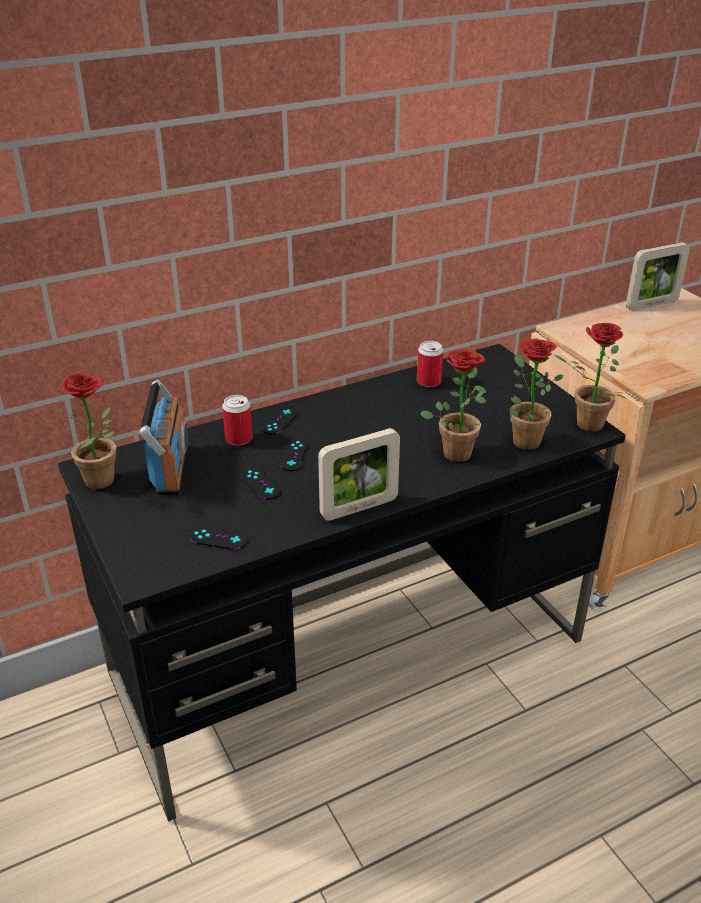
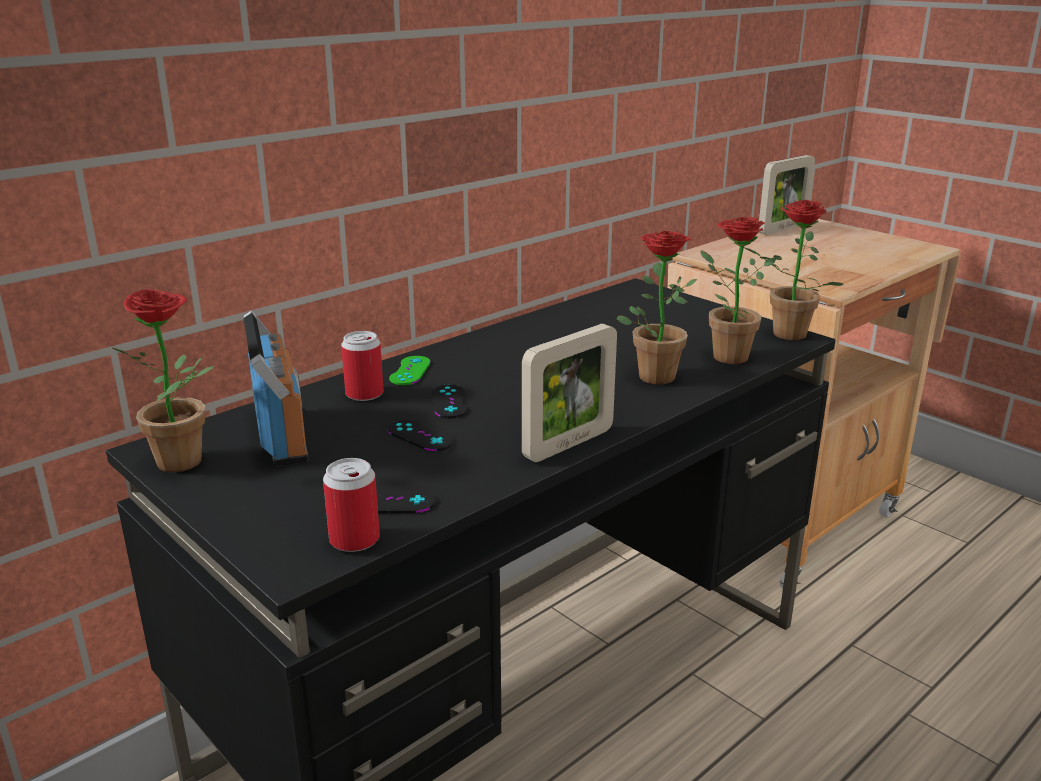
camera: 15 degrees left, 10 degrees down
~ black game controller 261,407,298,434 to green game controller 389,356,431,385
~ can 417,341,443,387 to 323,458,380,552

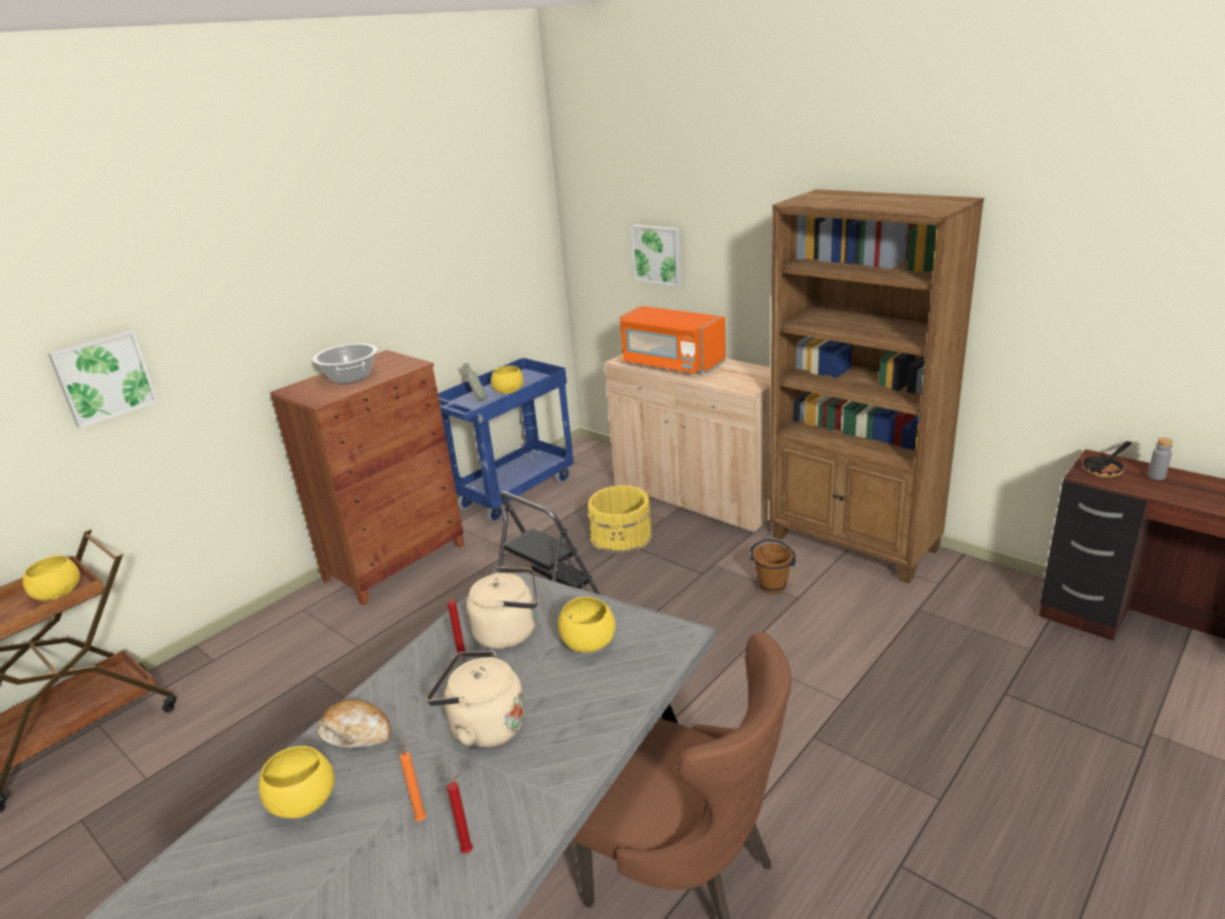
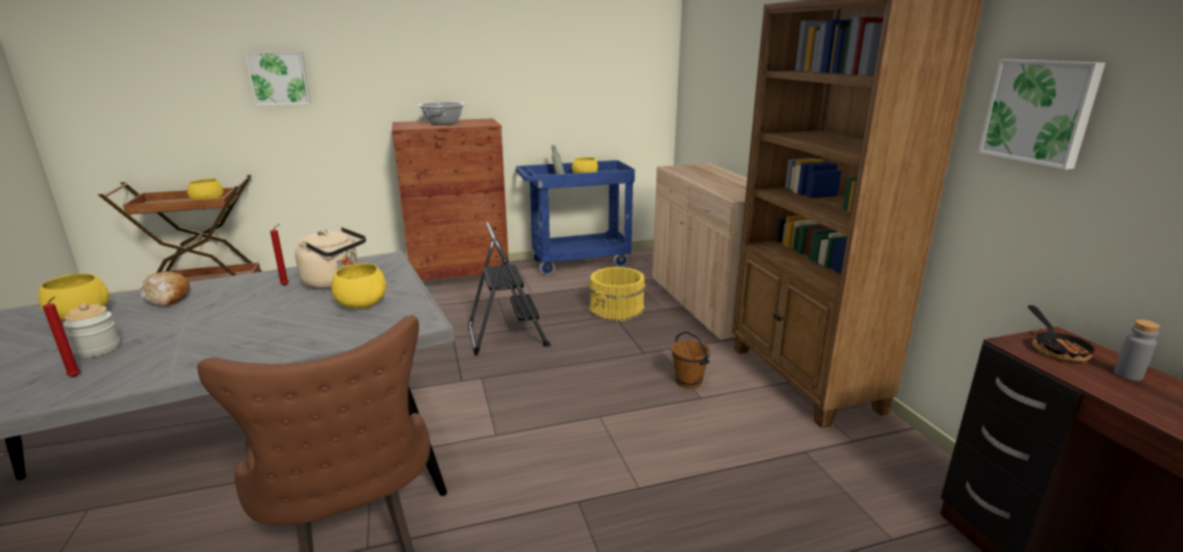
camera: 30 degrees right, 5 degrees down
~ orange candle 400,741,426,821 to jar 63,303,120,358
- beige kettle 427,651,525,749
- orange microwave 620,306,726,374
~ picture 631,224,682,287 to 978,60,1105,170
~ frying pan 1082,441,1131,478 = 1028,305,1100,362 75 degrees counterclockwise

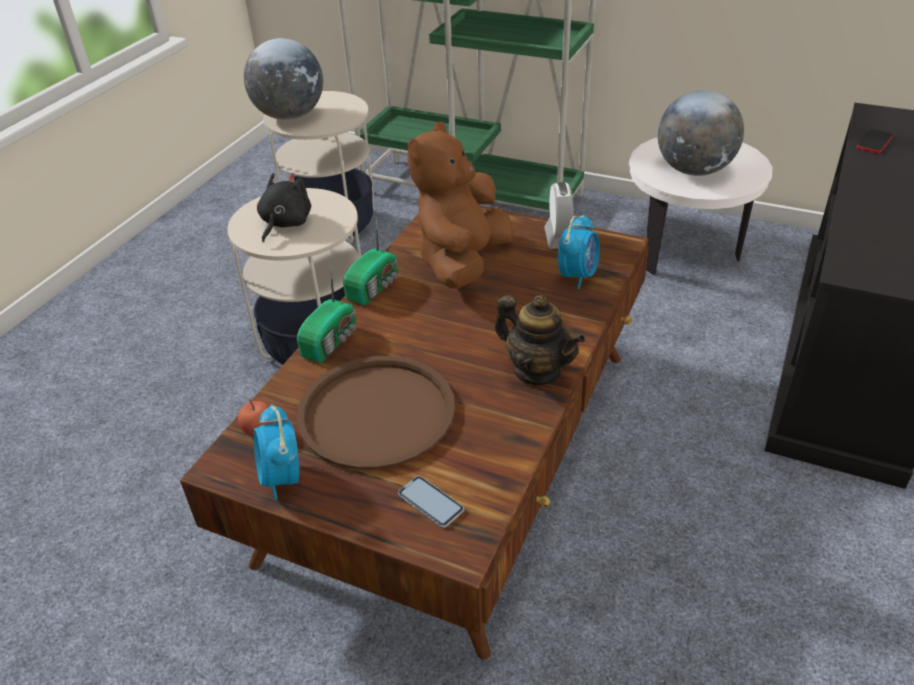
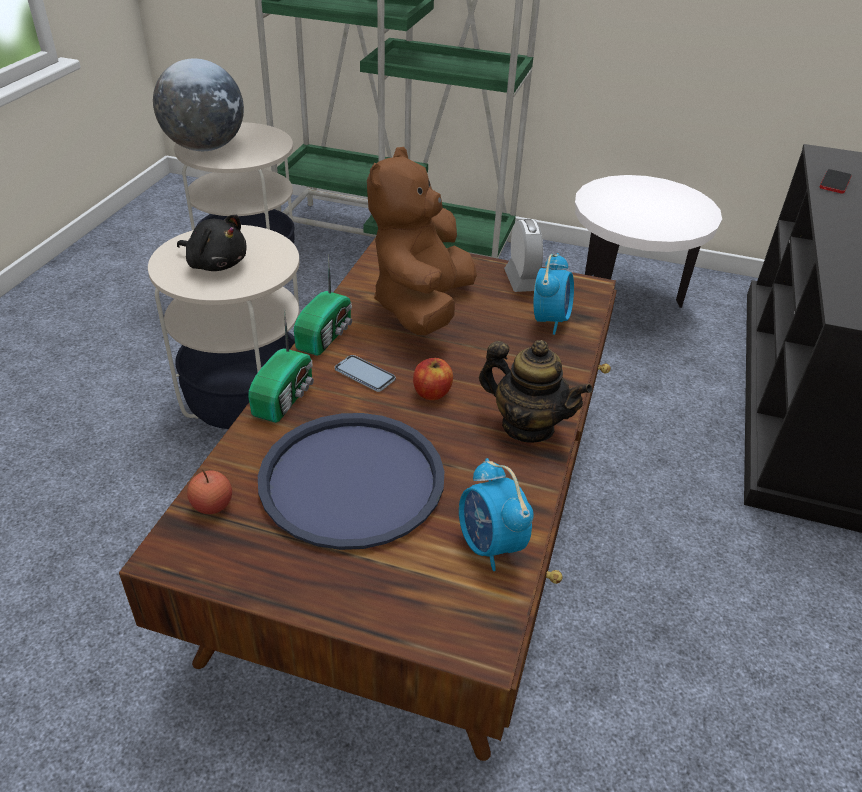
camera: 10 degrees left, 0 degrees up
~ alarm clock 254,404,299,500 to 459,458,534,571
~ black plush toy 257,172,311,243 = 177,215,247,271 105 degrees clockwise
~ brown tray 296,356,455,470 to blue tray 258,413,445,550
~ phone 398,476,464,528 to 335,355,396,392
- globe 658,90,744,176
+ apple 413,358,453,400

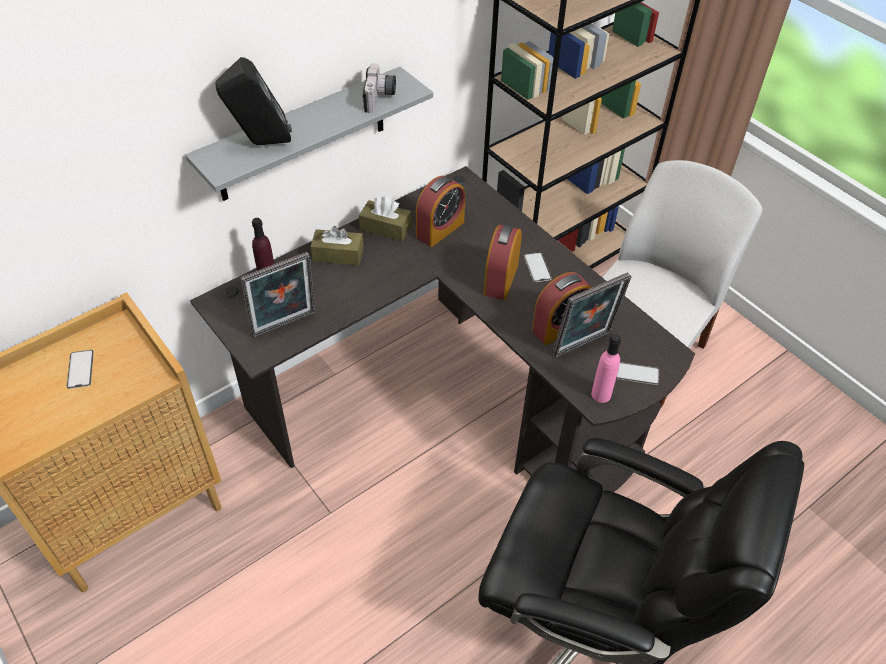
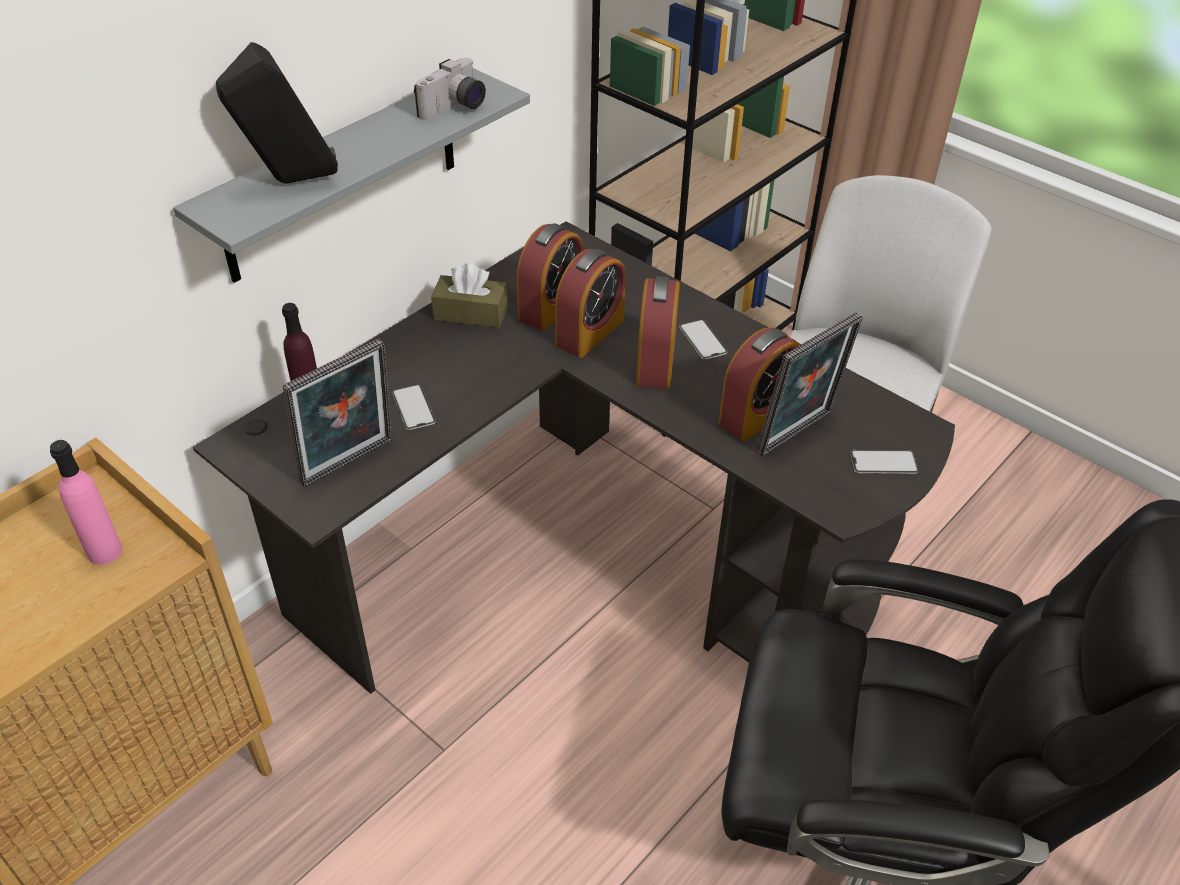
camera: 10 degrees left, 5 degrees down
~ phone 66,350,94,389 to 392,384,436,430
- brown tissue box 311,226,364,265
~ photo camera 363,63,396,113 = 414,58,486,120 45 degrees clockwise
~ pink bottle 591,334,621,403 to 50,440,122,565
+ alarm clock 555,249,626,358

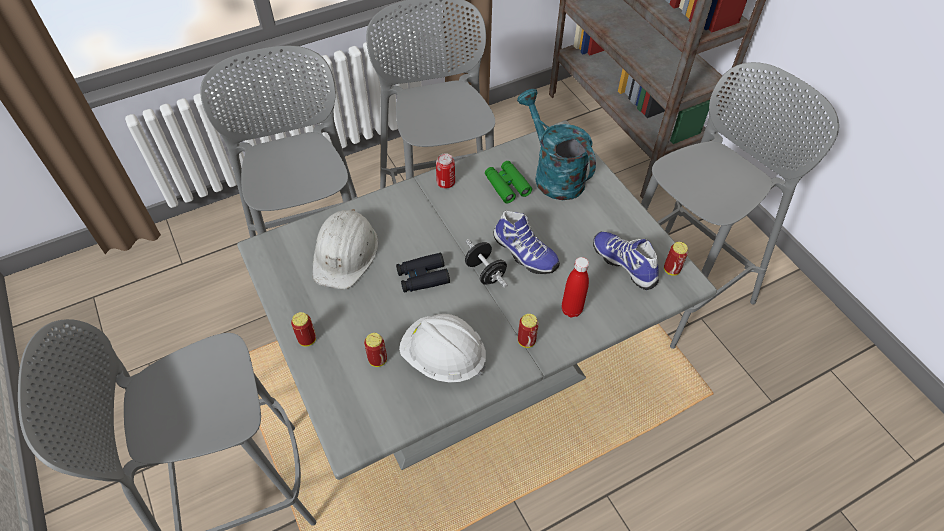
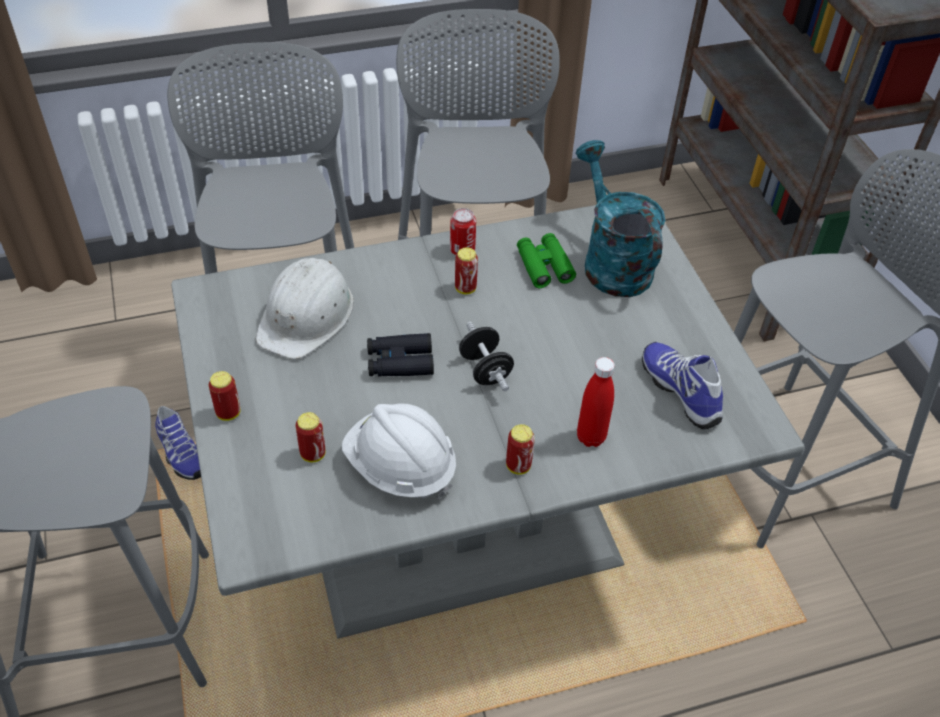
camera: 10 degrees right, 5 degrees down
~ shoe 493,211,560,274 to 155,406,201,480
~ can 664,242,688,276 to 455,247,478,294

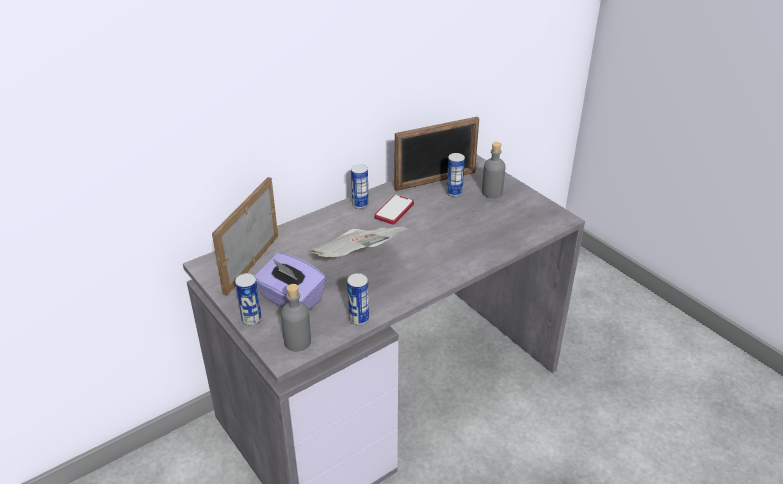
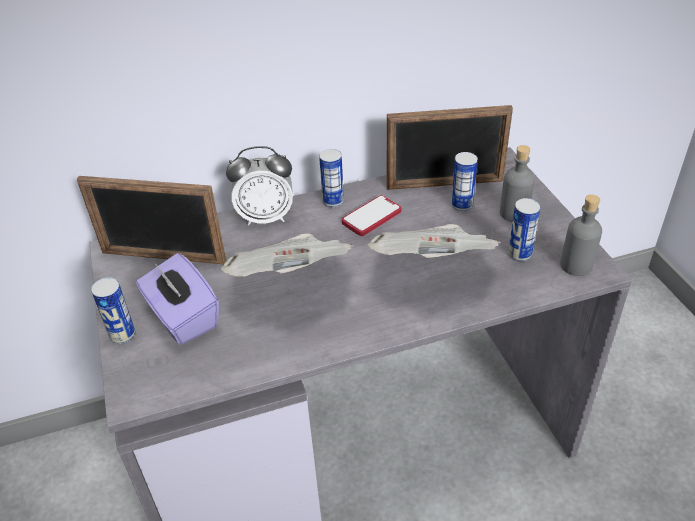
camera: 20 degrees right, 5 degrees up
~ picture frame 212,177,278,296 = 77,176,226,264 120 degrees counterclockwise
~ grey bottle 281,284,311,352 to 560,195,602,276
~ can 347,273,369,326 to 508,198,541,261
+ alarm clock 226,146,293,226
+ newspaper 367,224,502,258

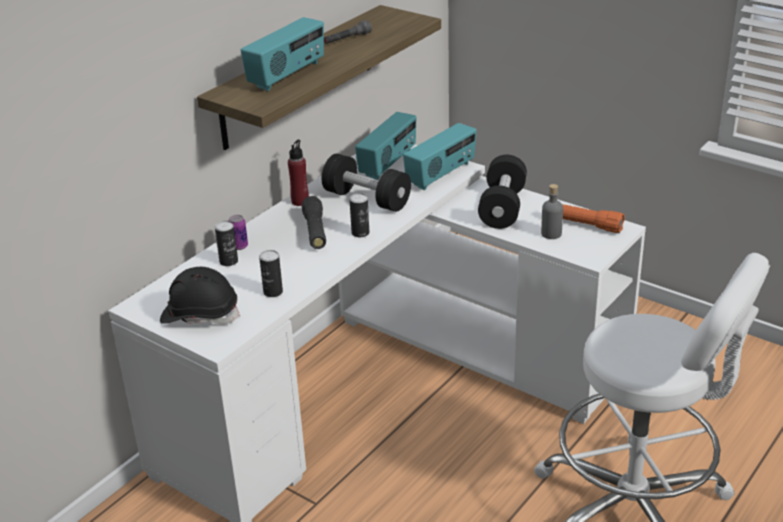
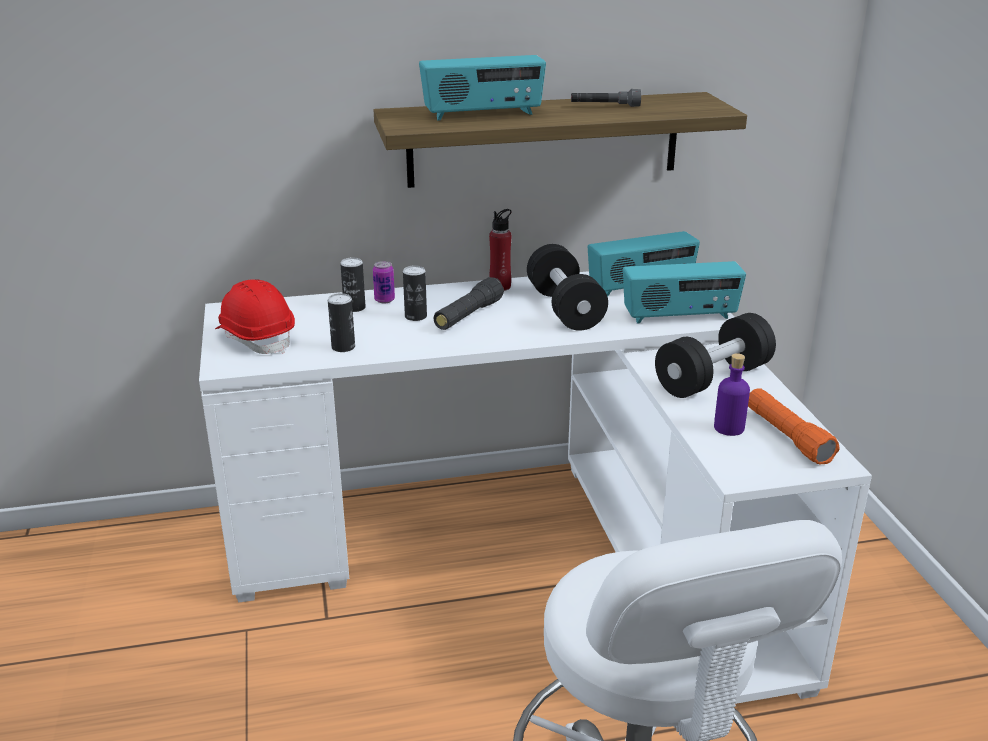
camera: 40 degrees right, 5 degrees down
~ black hard hat 160,267,240,324 to red hard hat 215,279,295,354
~ can 349,193,369,237 to 403,265,427,321
~ grey bottle 541,184,563,239 to purple bottle 714,353,750,436

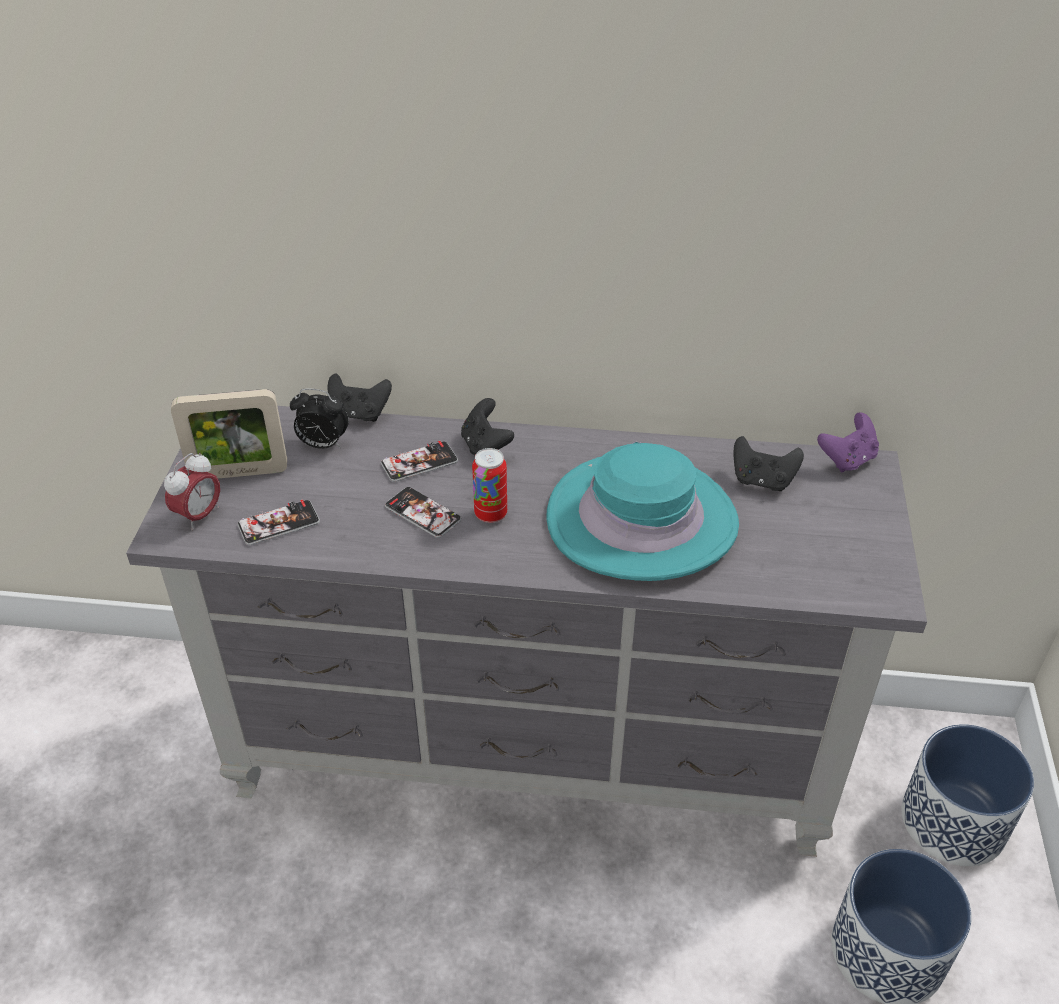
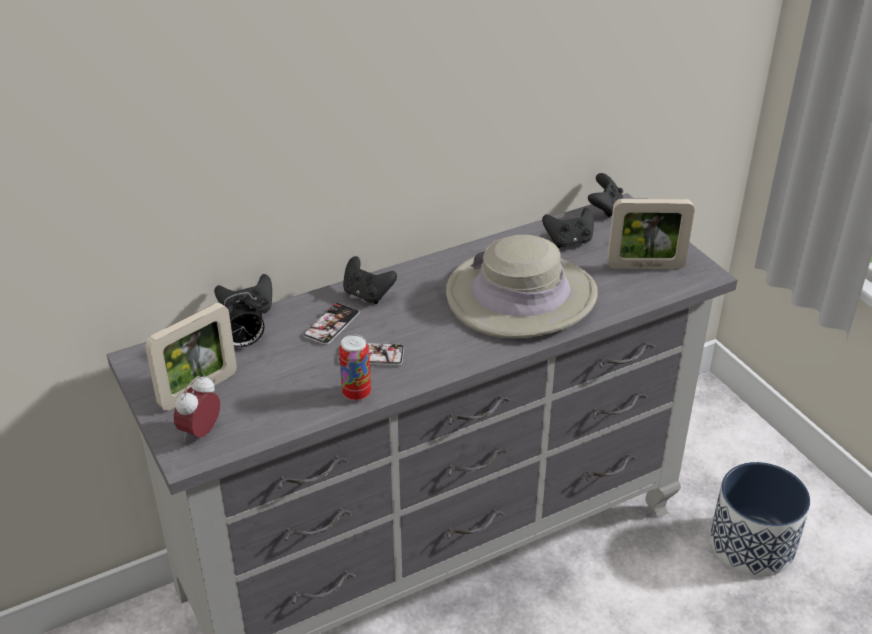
camera: 35 degrees left, 5 degrees down
~ alarm clock 164,452,220,530 = 174,375,220,441 150 degrees counterclockwise
- phone 237,499,320,545
~ can 472,448,507,523 to 339,335,371,401
~ turquoise hat 546,441,739,581 to beige hat 446,235,598,339
~ purple game controller 817,412,879,472 to black game controller 588,173,623,218
- planter 901,724,1034,866
+ picture frame 607,199,695,269

